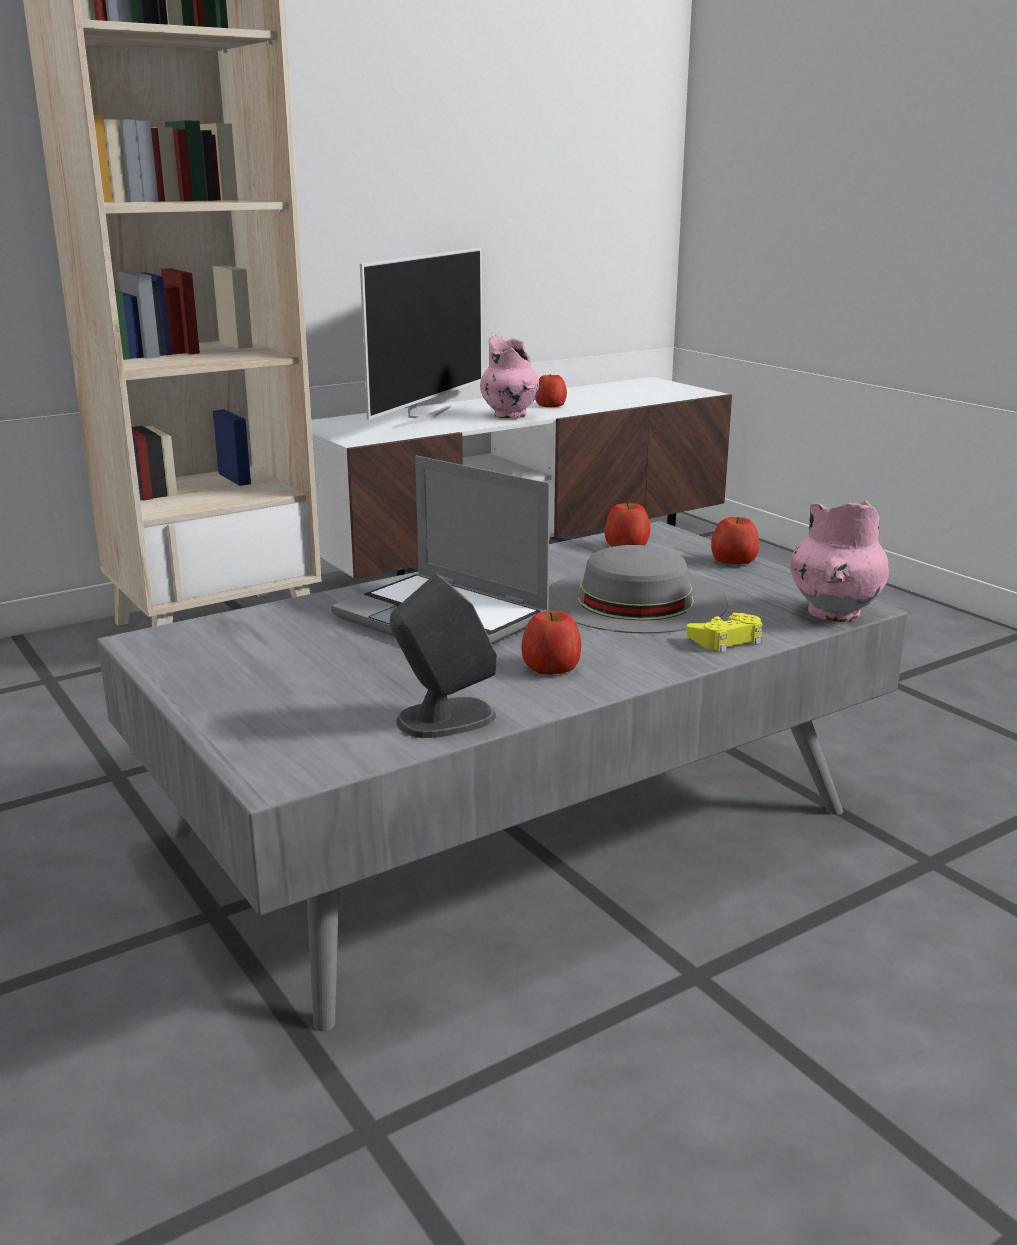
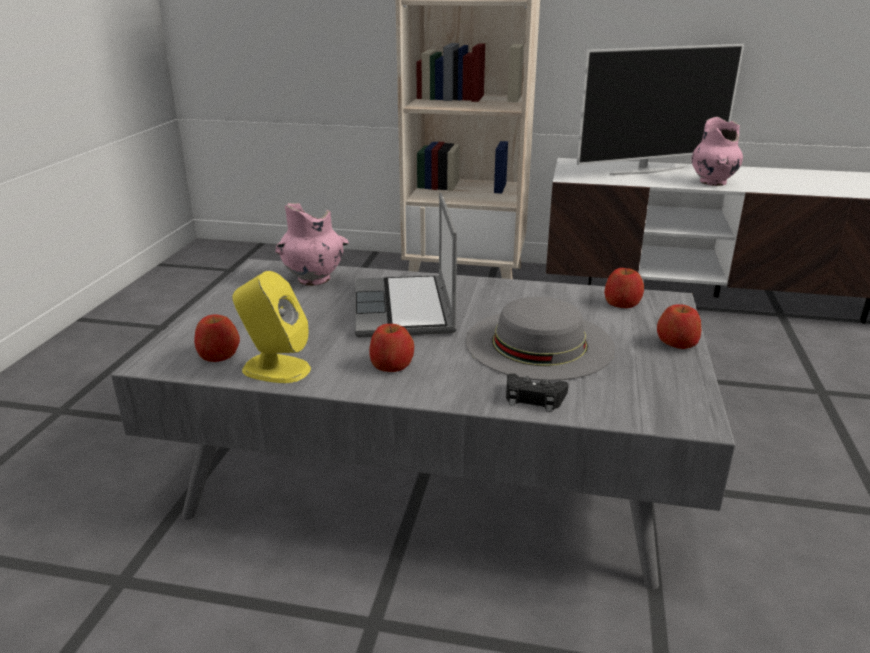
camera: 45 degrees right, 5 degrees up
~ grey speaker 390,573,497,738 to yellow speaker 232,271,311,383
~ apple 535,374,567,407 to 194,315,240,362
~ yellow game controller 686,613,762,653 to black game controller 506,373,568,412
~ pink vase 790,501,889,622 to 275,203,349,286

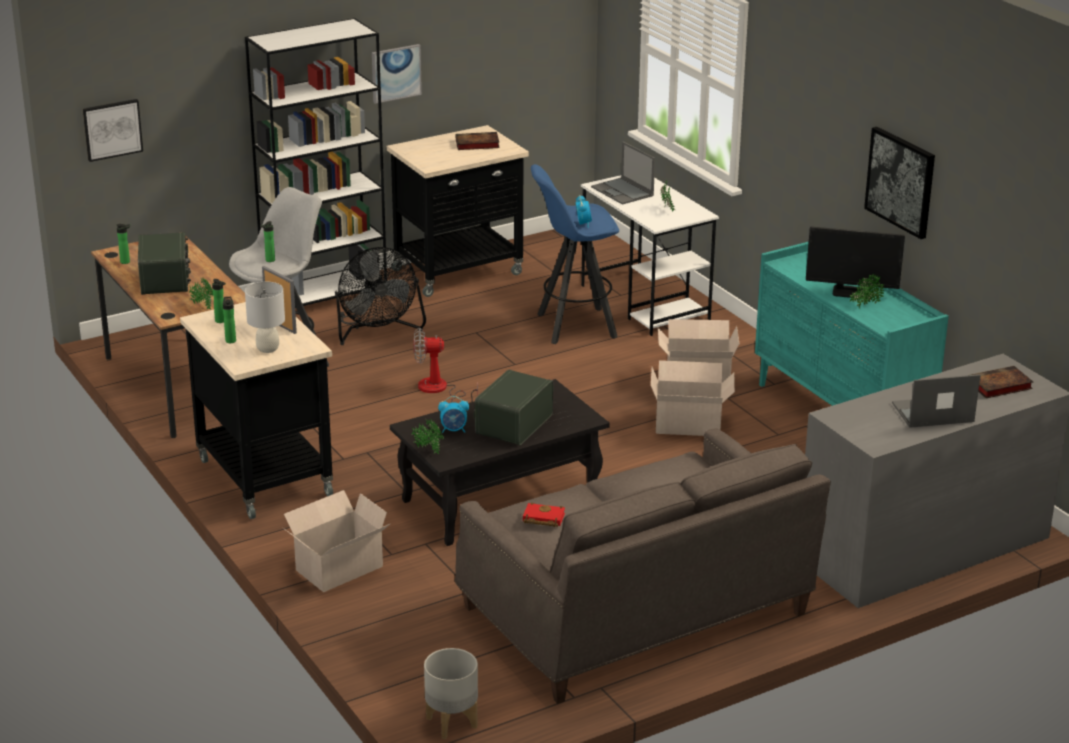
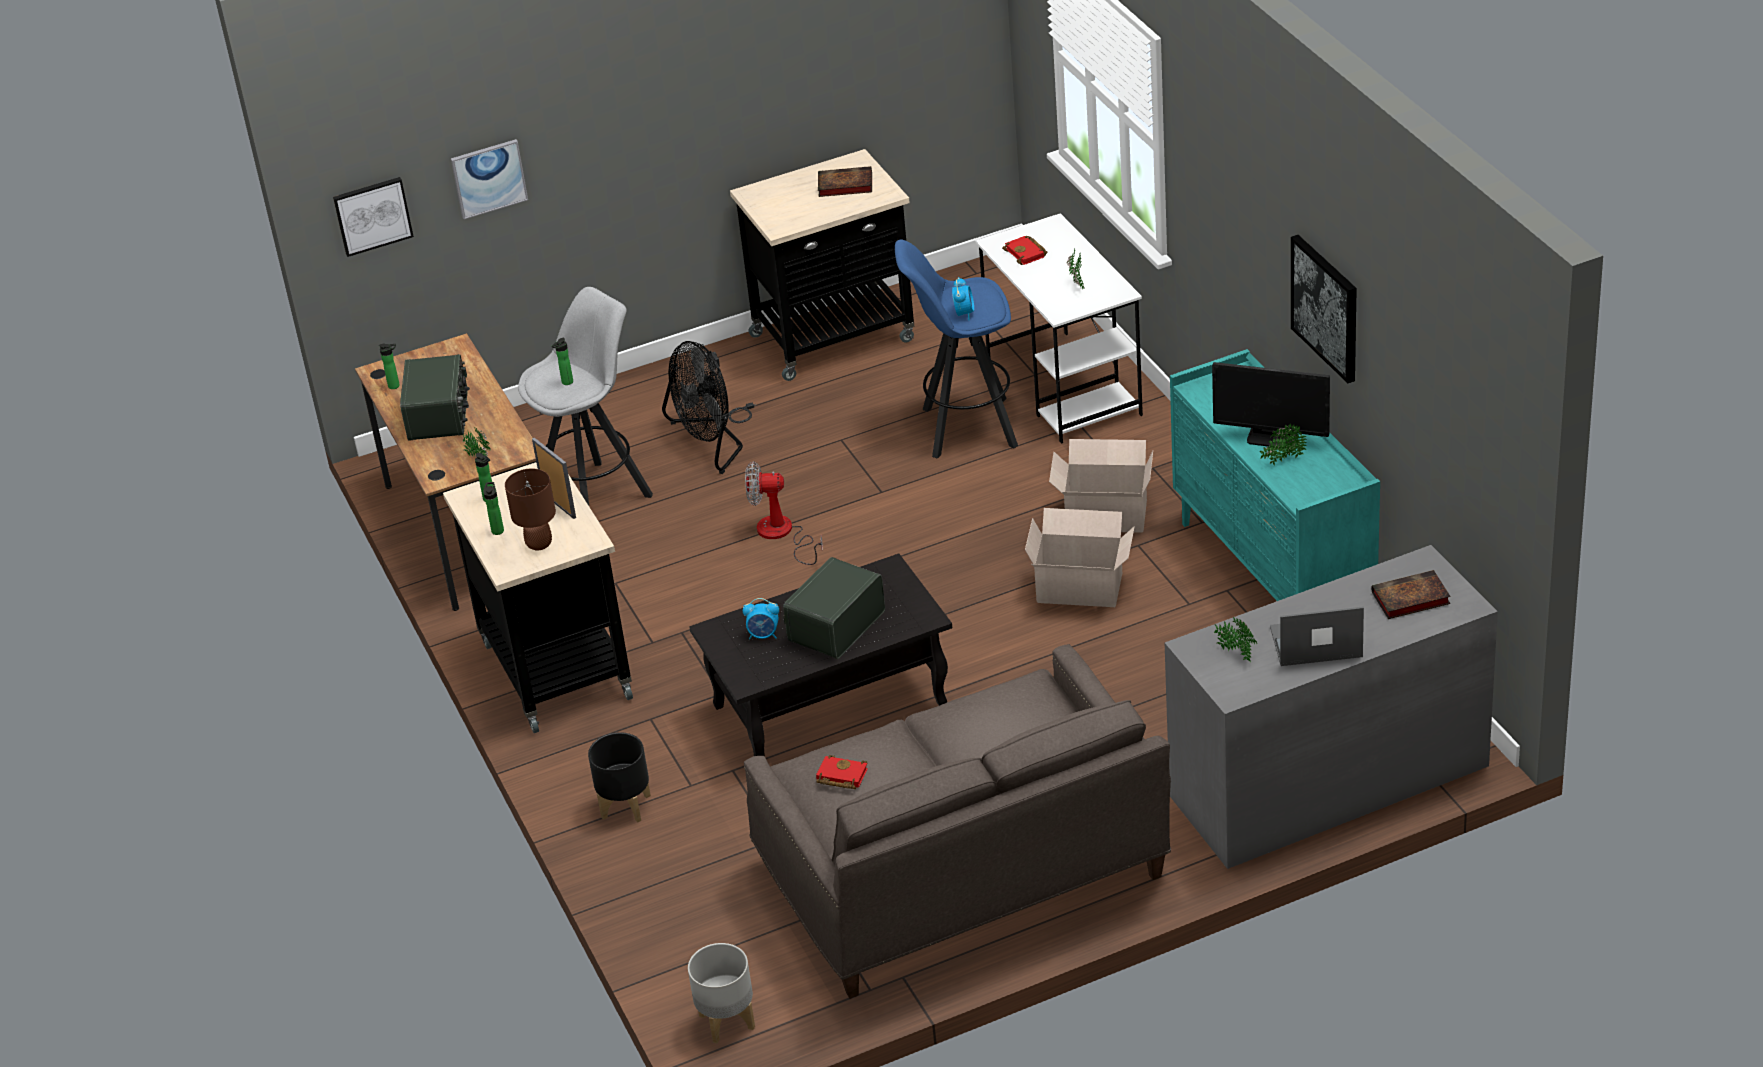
camera: 10 degrees right, 10 degrees up
- white bookcase 245,18,387,308
~ grey table lamp 245,282,285,353 to brown table lamp 505,468,556,551
~ cardboard box 282,490,390,592 to black planter 588,732,651,823
~ black fan 335,247,426,345 = 662,341,756,474 75 degrees clockwise
~ picture 372,44,422,104 to 451,139,528,219
~ potted plant 411,419,444,454 to 1214,617,1257,662
~ laptop 591,142,655,205 to red book 1002,236,1047,265

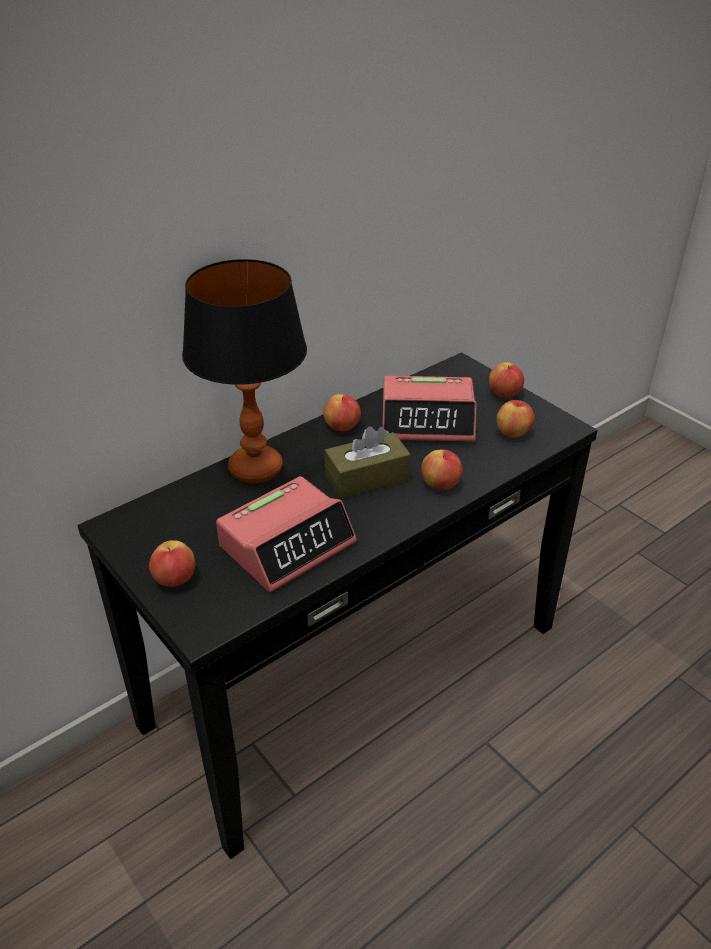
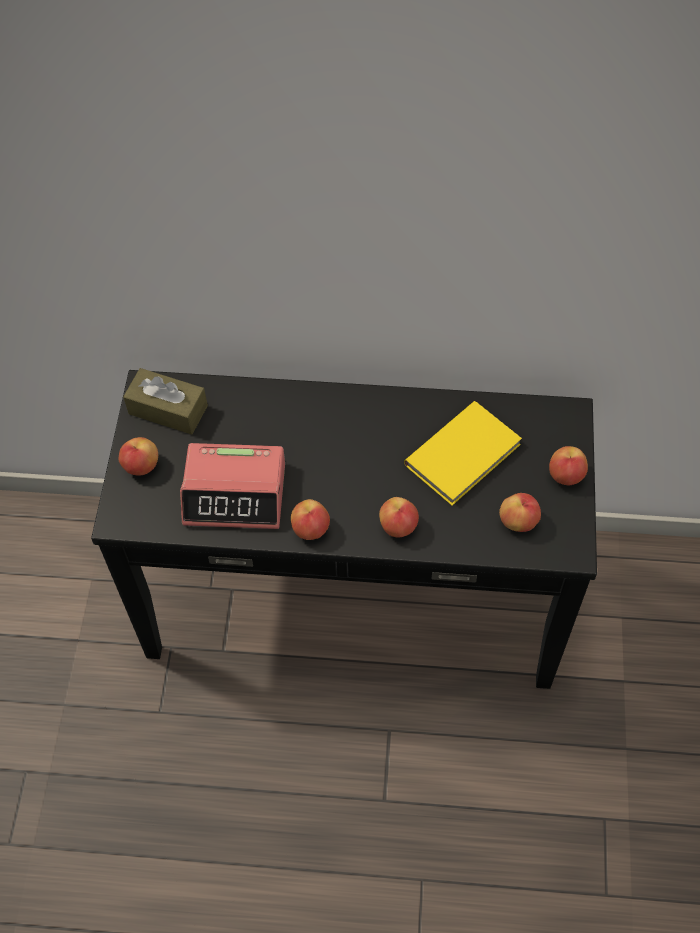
camera: 45 degrees right, 20 degrees up
- table lamp 182,259,307,484
~ apple 323,394,361,431 to 291,499,330,540
~ brown tissue box 324,426,411,499 to 123,368,208,435
~ alarm clock 383,376,477,442 to yellow book 404,401,522,505

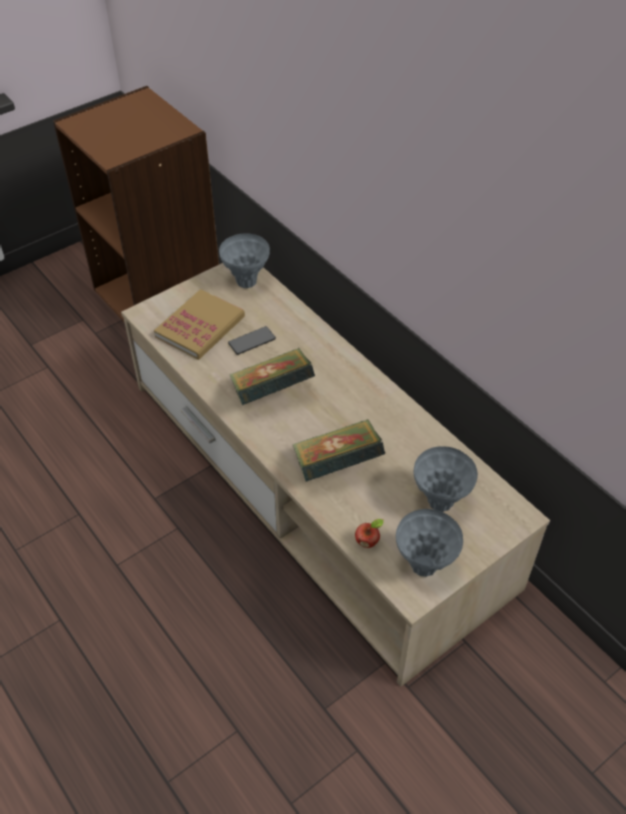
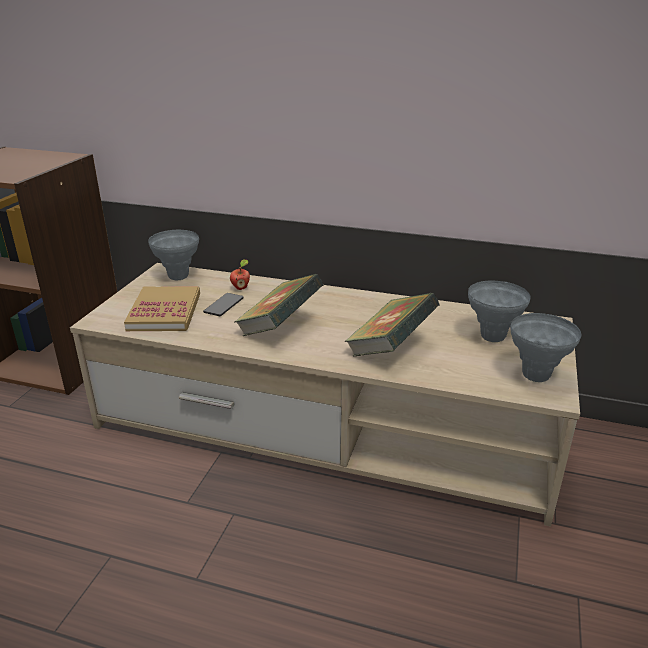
camera: 35 degrees left, 20 degrees down
~ apple 355,519,384,548 to 230,260,250,290

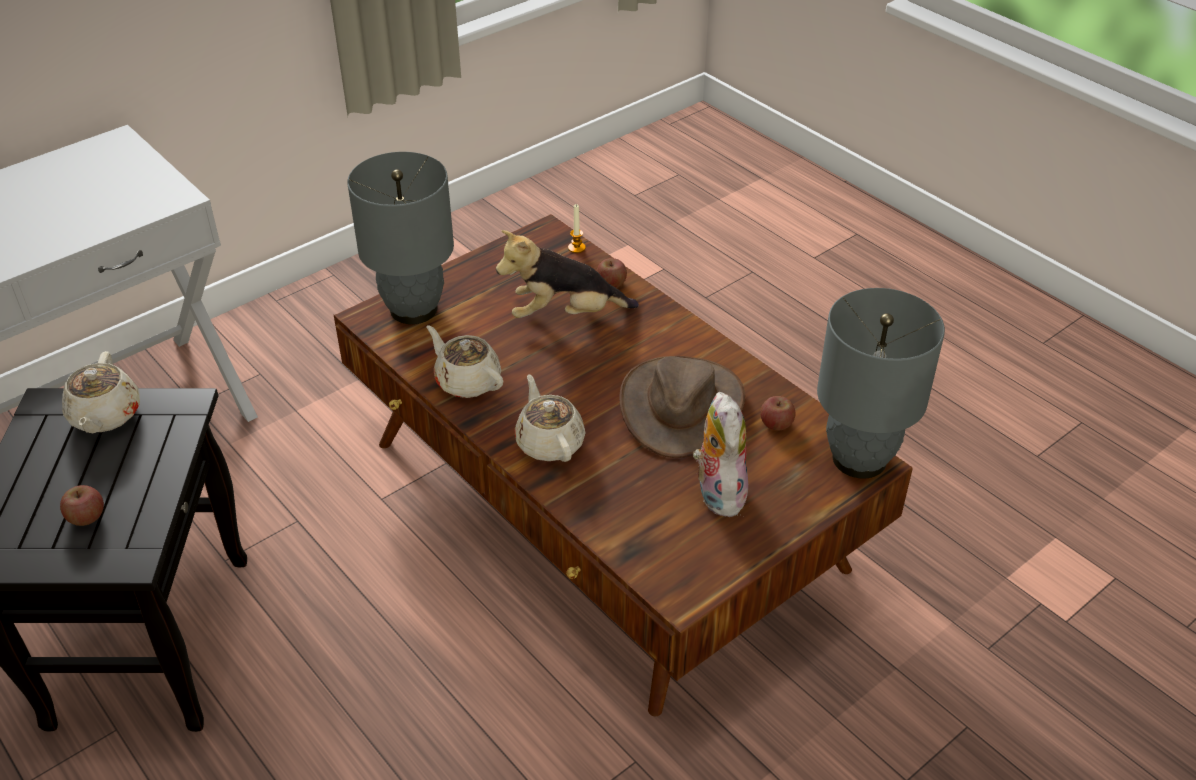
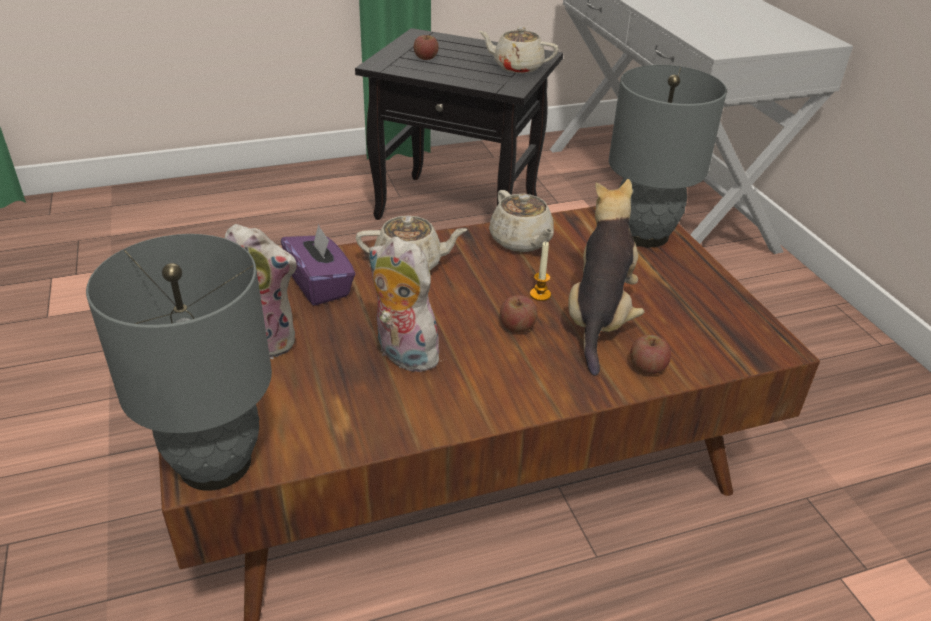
camera: 110 degrees right, 5 degrees down
~ beige teapot 427,326,503,398 = 489,190,554,252 90 degrees clockwise
~ candle 568,204,586,253 to 530,241,551,301
~ brown hat 619,356,745,458 to plush toy 368,237,445,372
~ apple 760,396,795,431 to 500,295,538,333
+ purple tissue box 281,224,355,306

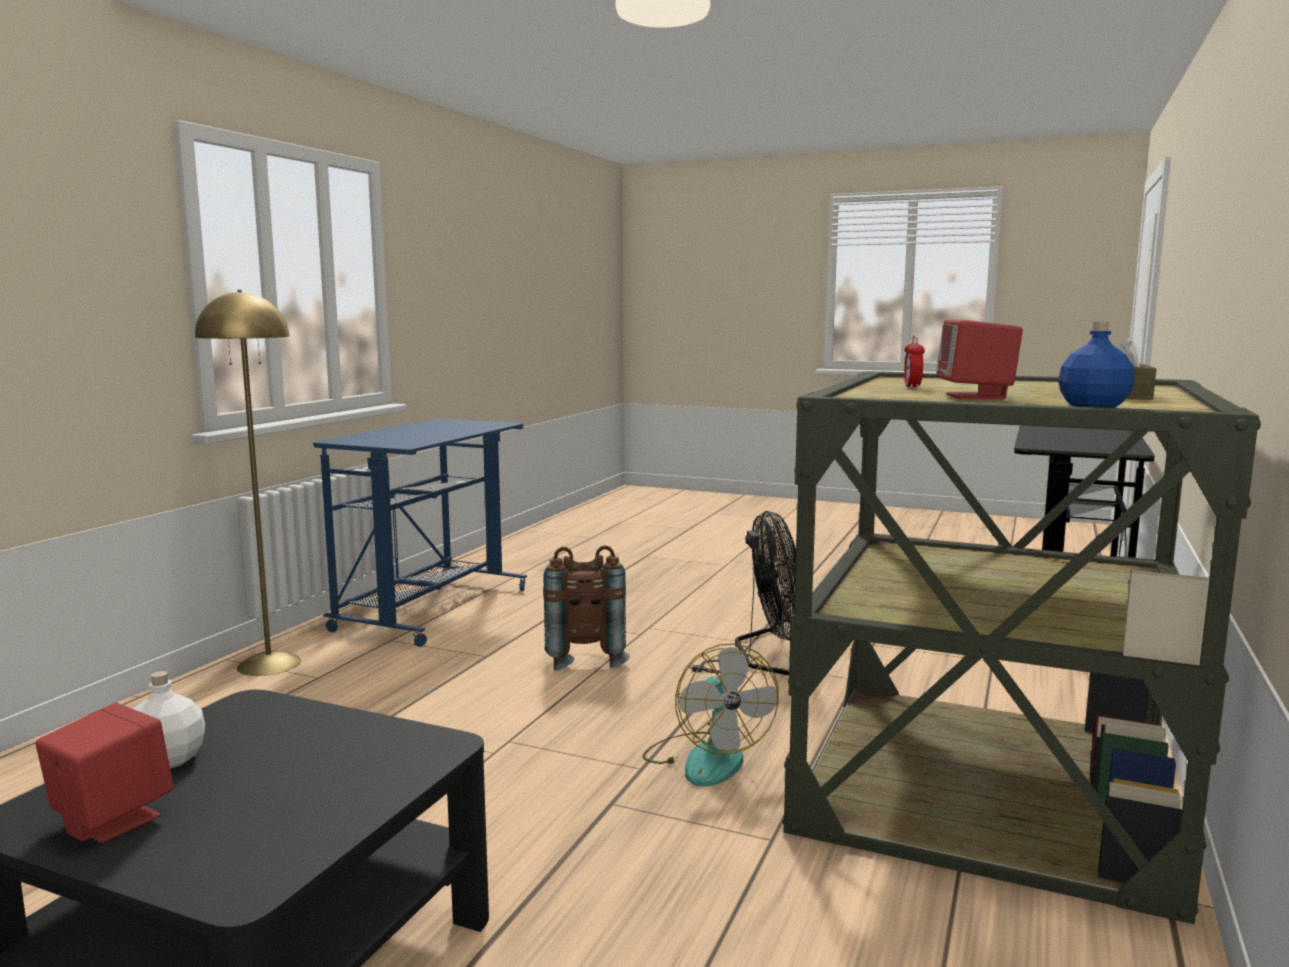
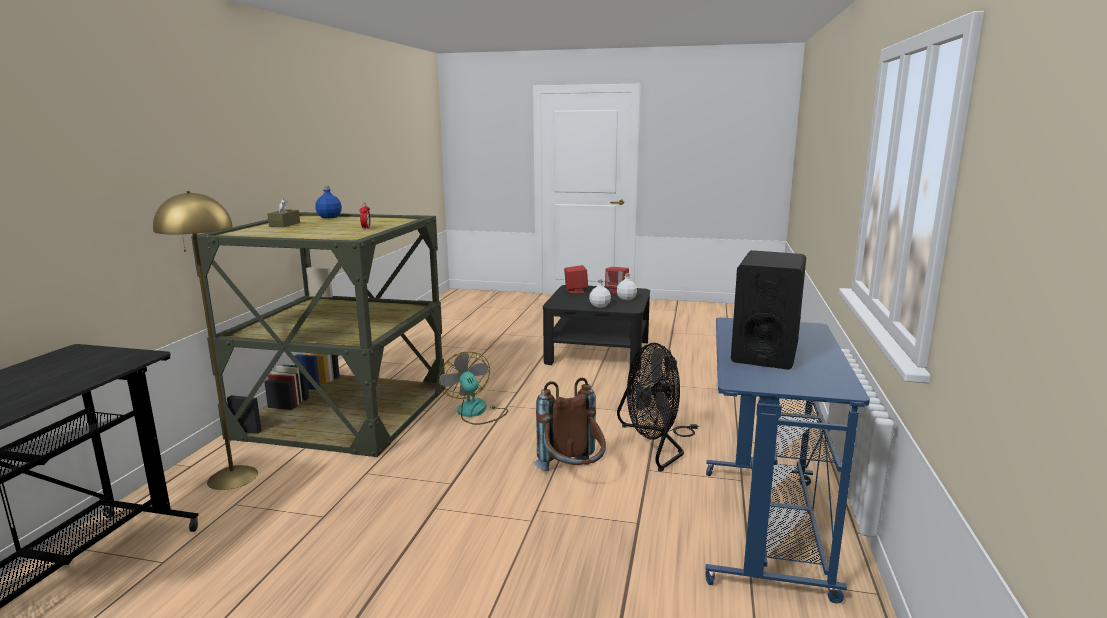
camera: 170 degrees right, 5 degrees up
~ yellow floor lamp 195,290,301,676 to 153,191,258,490
~ black fan 689,511,796,675 to 617,343,698,472
~ red speaker 936,319,1023,399 to 564,265,588,293
+ white bottle 589,280,611,308
+ black speaker 731,250,806,370

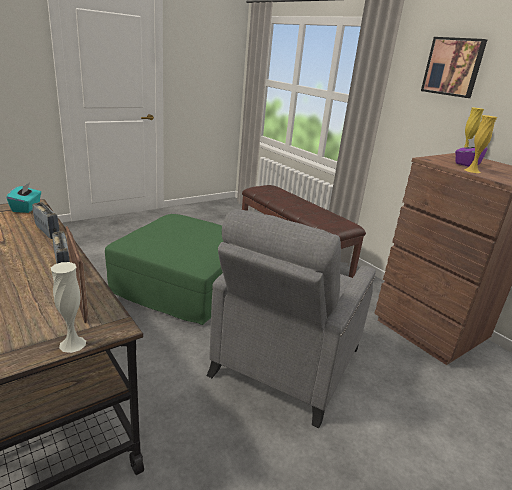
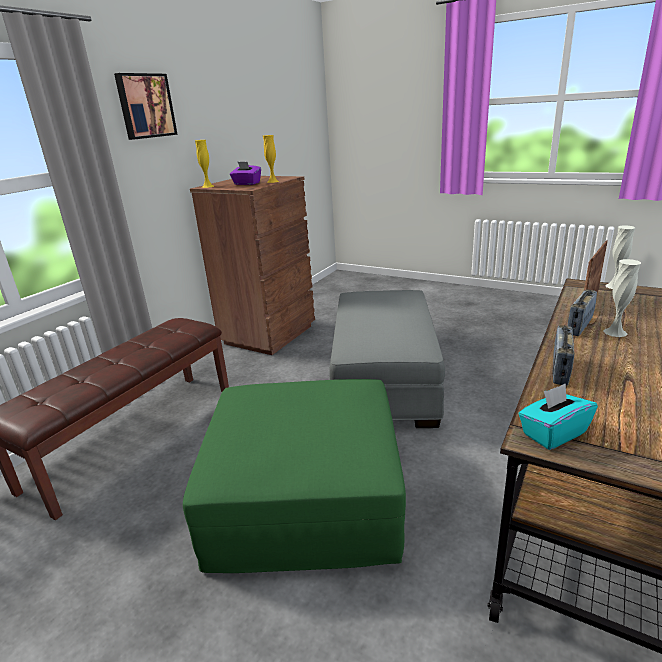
camera: 110 degrees left, 0 degrees up
~ grey armchair 206,209,376,428 to grey ottoman 329,290,445,428
+ white vase 604,259,641,337

